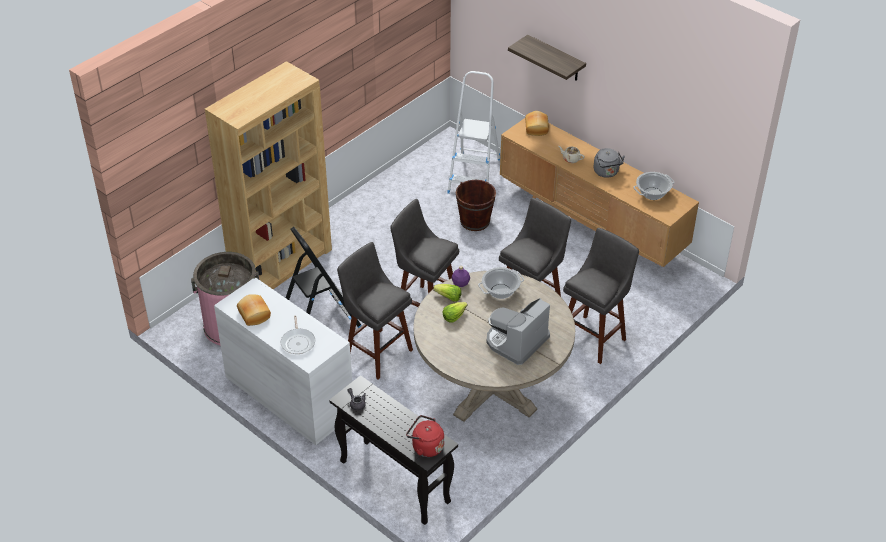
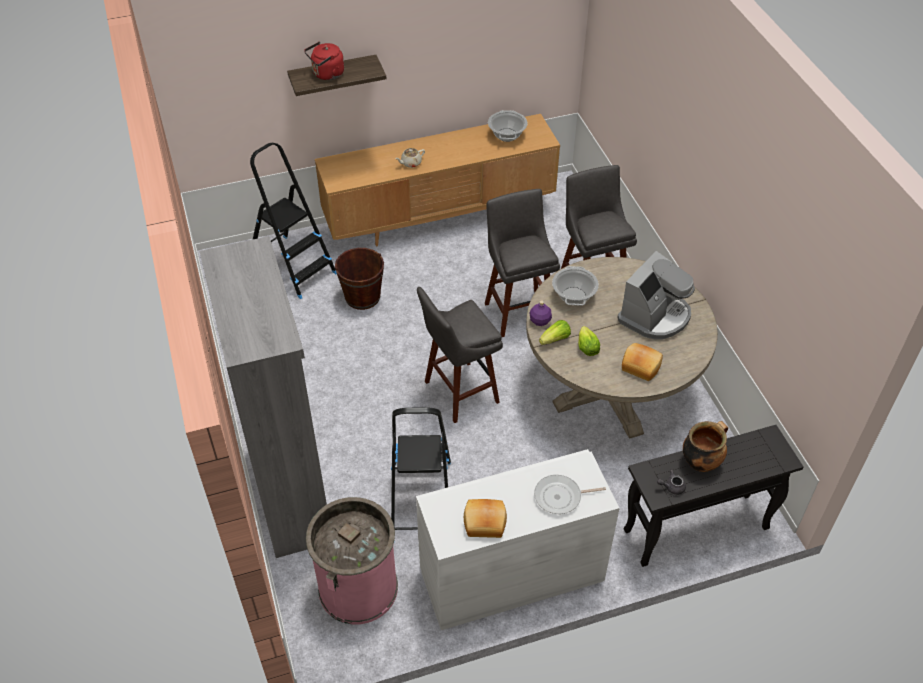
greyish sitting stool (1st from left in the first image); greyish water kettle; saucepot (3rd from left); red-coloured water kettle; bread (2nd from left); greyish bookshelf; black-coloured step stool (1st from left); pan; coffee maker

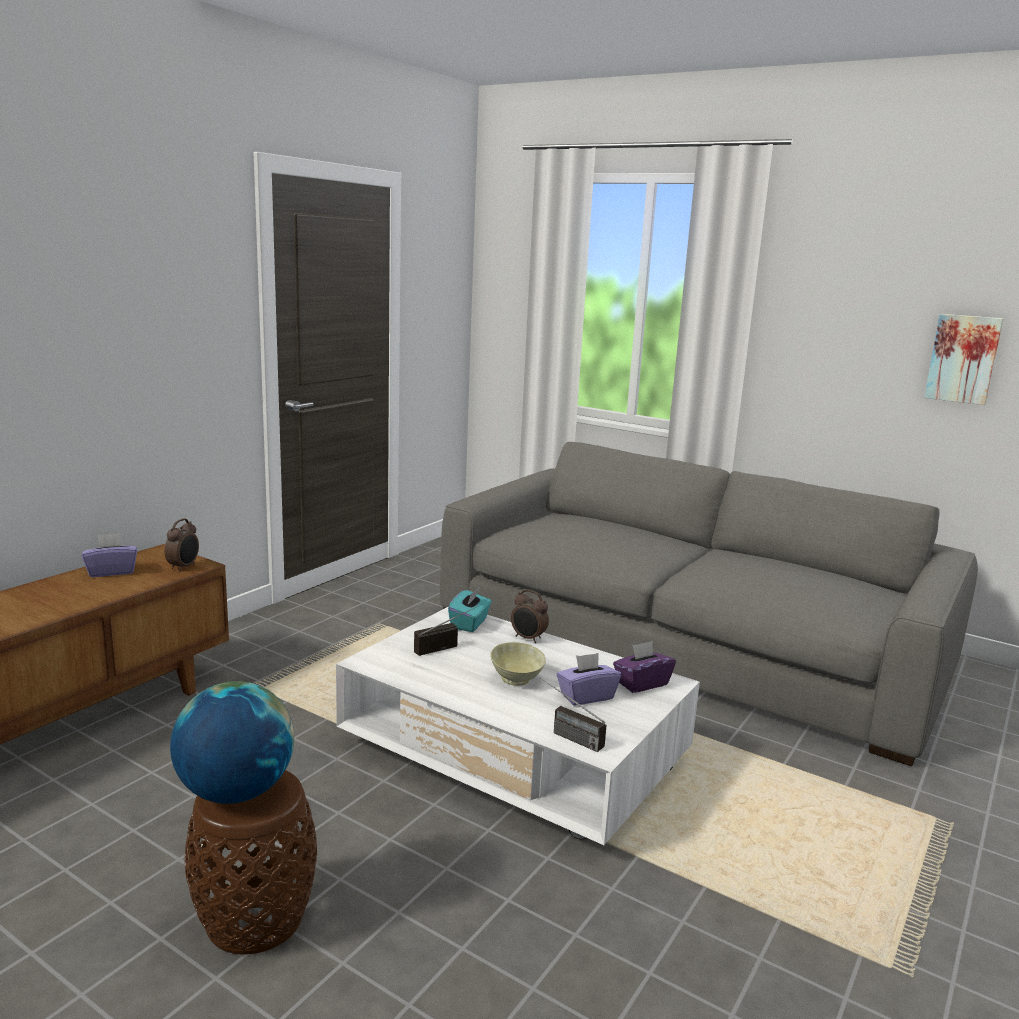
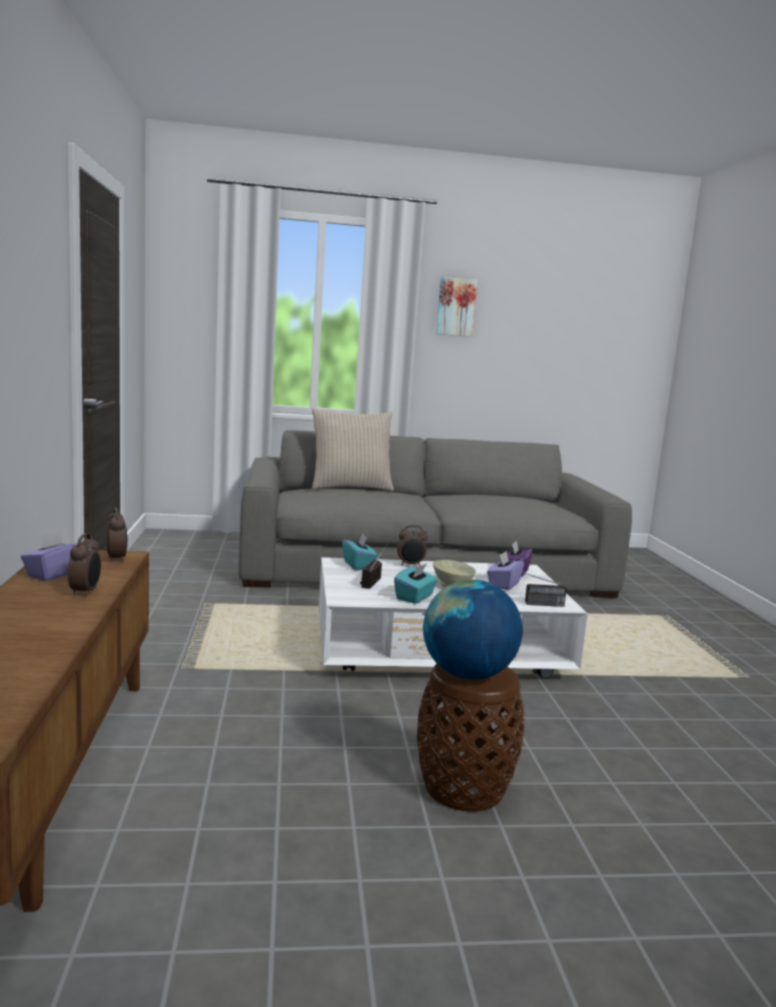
alarm clock (1st from left); beige-coloured cushion; turquoise-coloured tissue box (2nd from left); wall picture

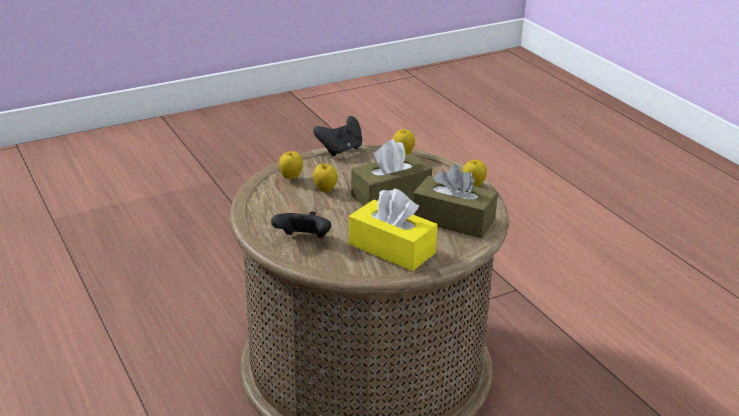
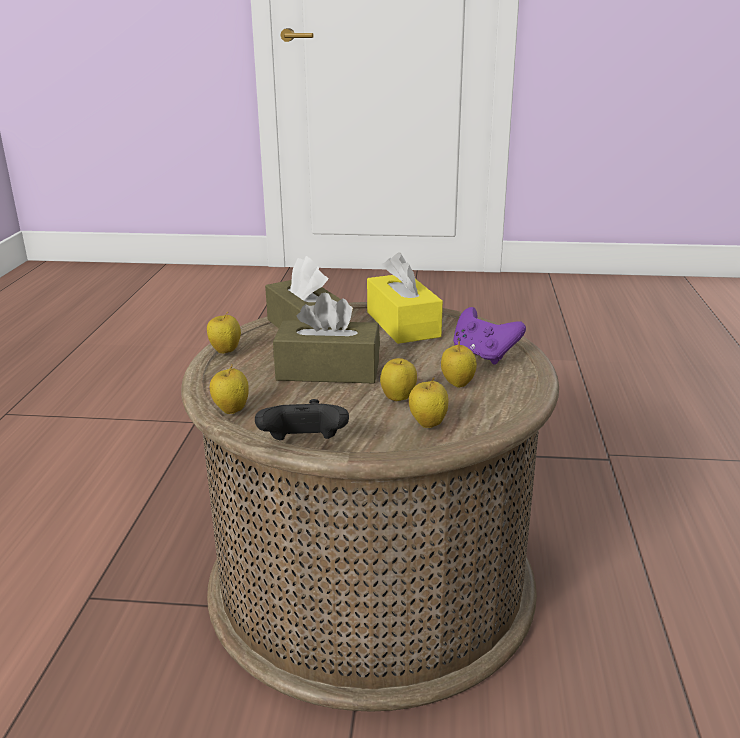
apple fruit (5th from left); purple game controller

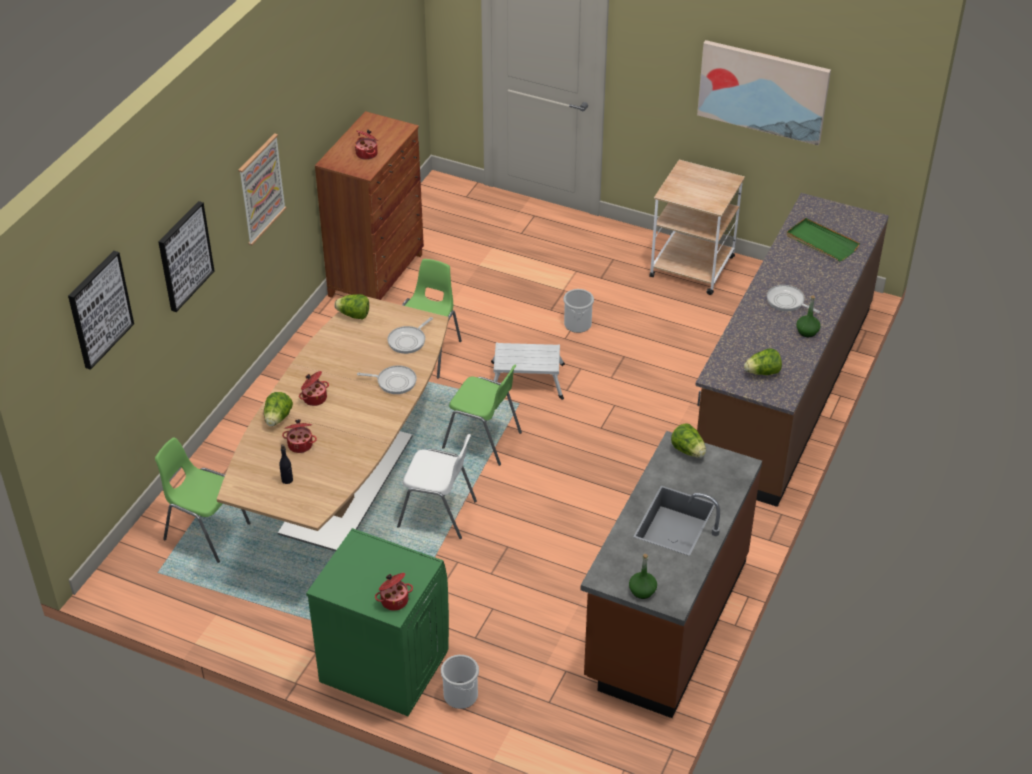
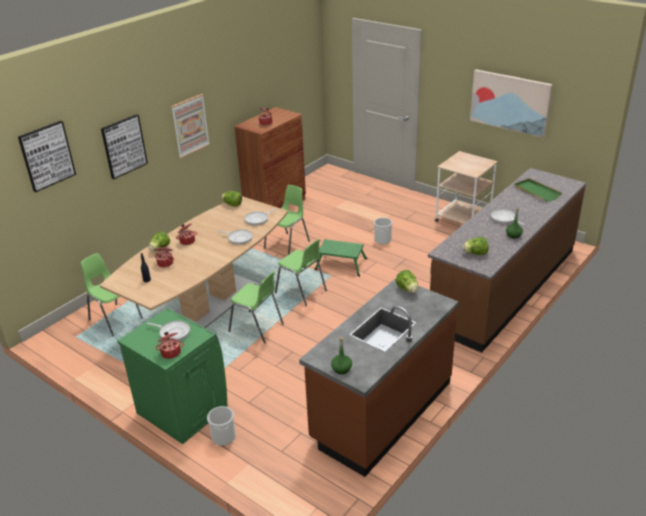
pan (1st from left); greenish upright chair (2nd from left); greenish step stool

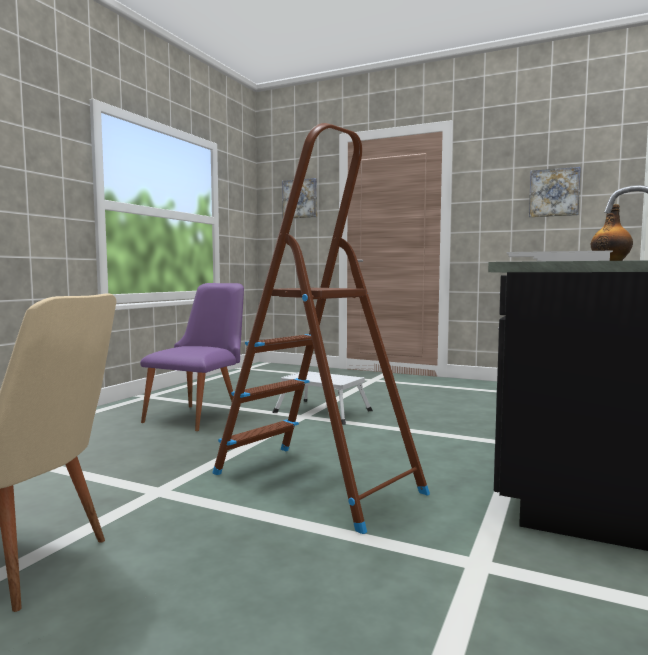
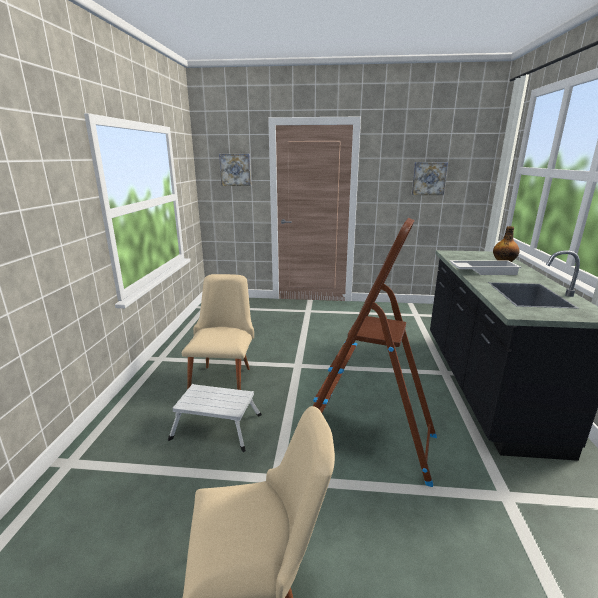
white-coloured step stool; beige-coloured upright chair (1st from left)

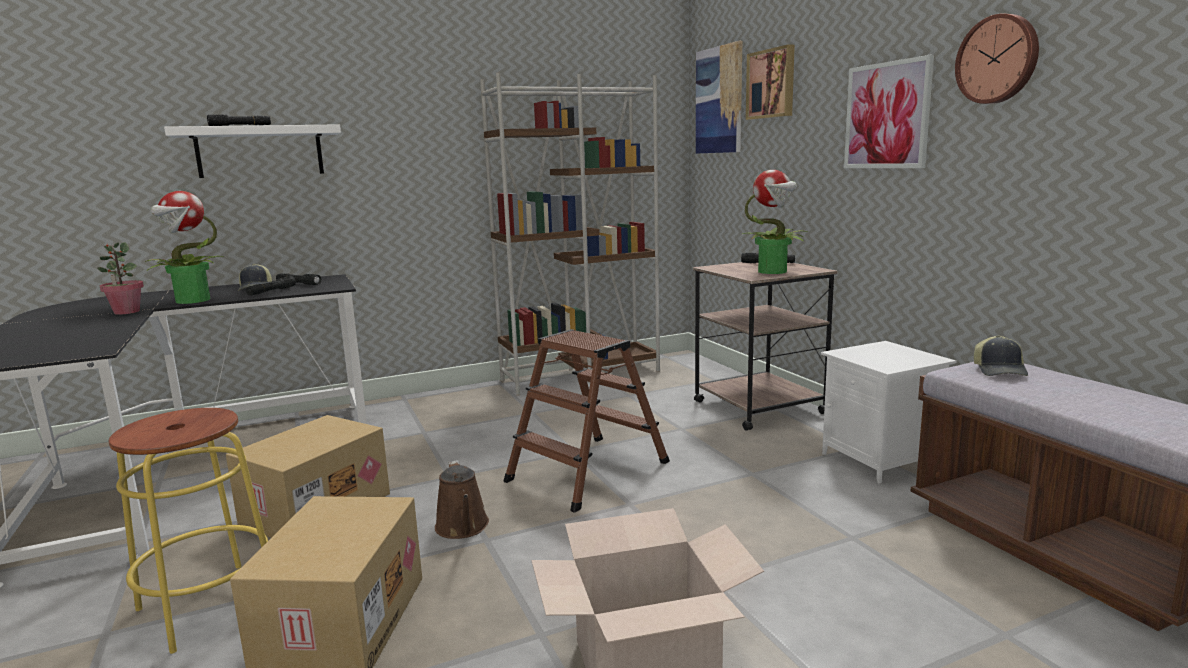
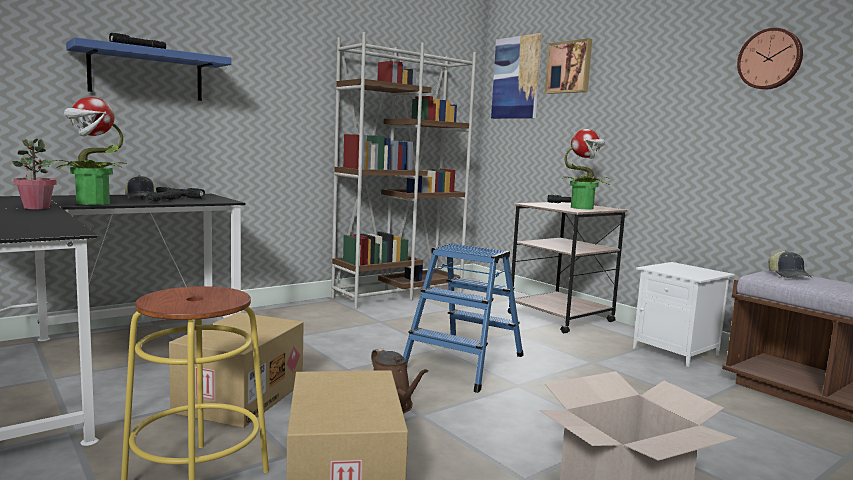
wall picture (3rd from left in the first image); blue-coloured shelf; blue-coloured step stool

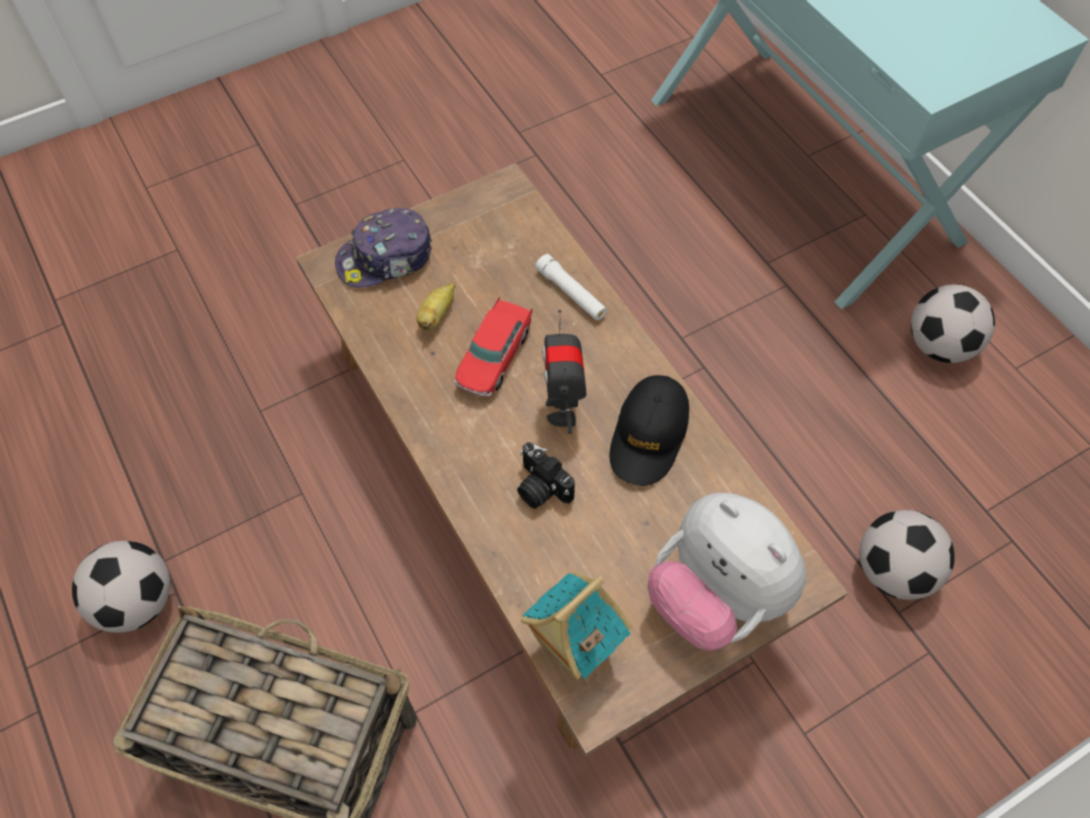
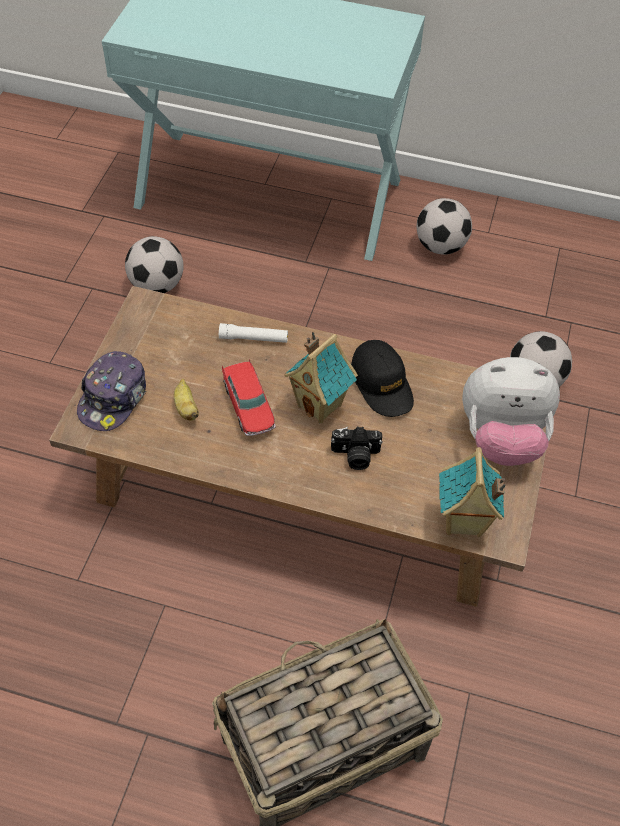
football ball (1st from left); model house (1st from left)

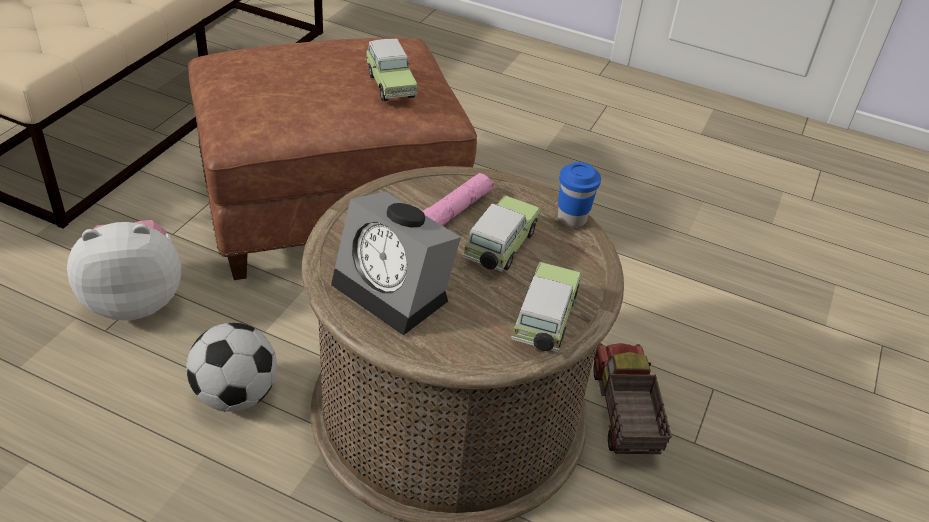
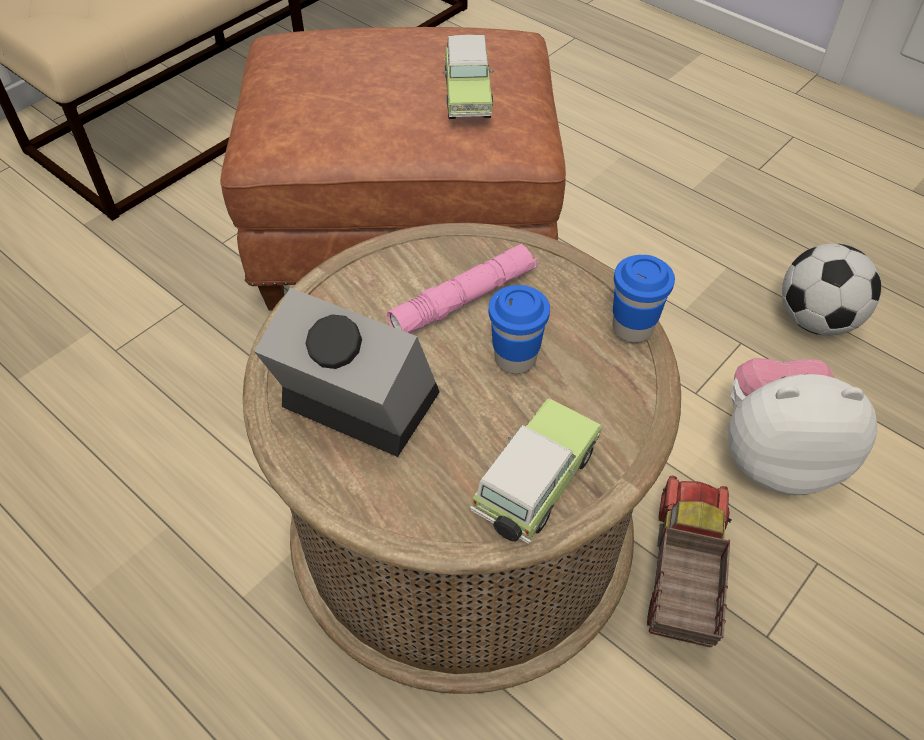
soft toy; football ball; blue-coloured small cup (1st from left); alarm clock

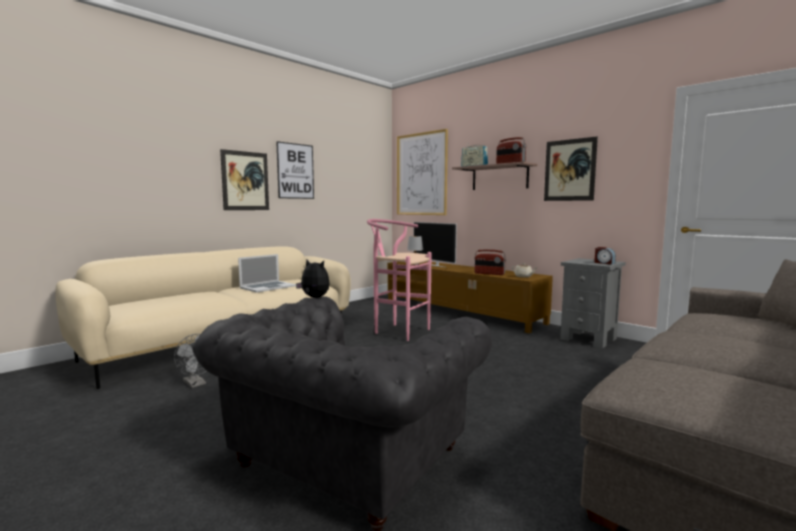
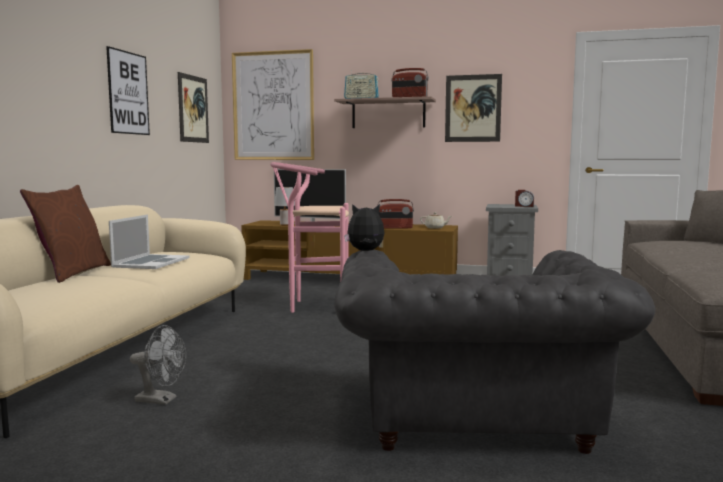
brownish cushion; wall picture (2nd from left)

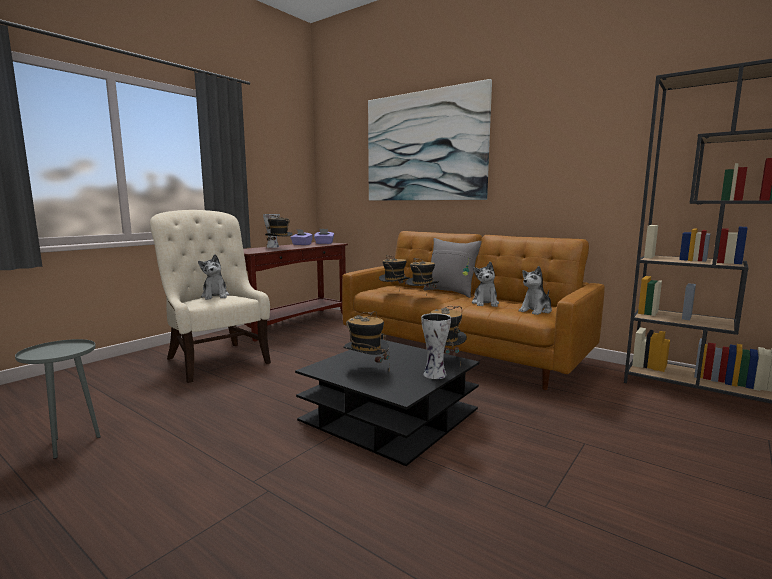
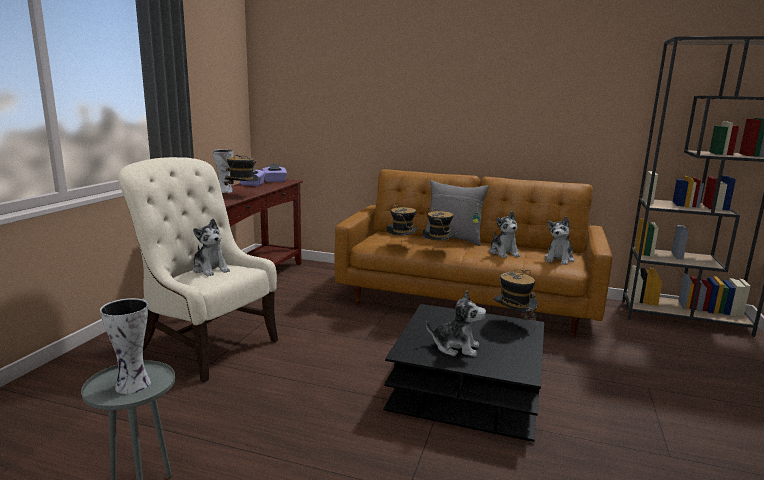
wall picture; decorative vase (1st from left); soft toy (2nd from left)

